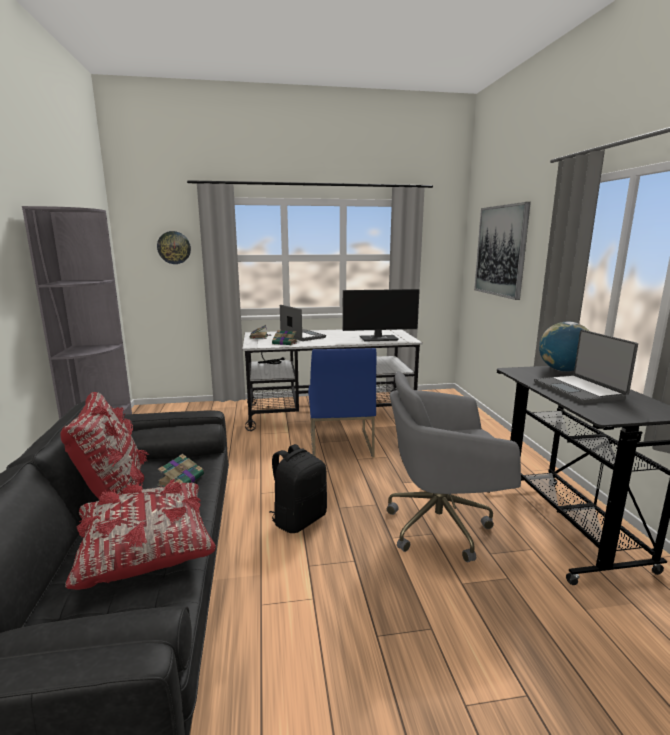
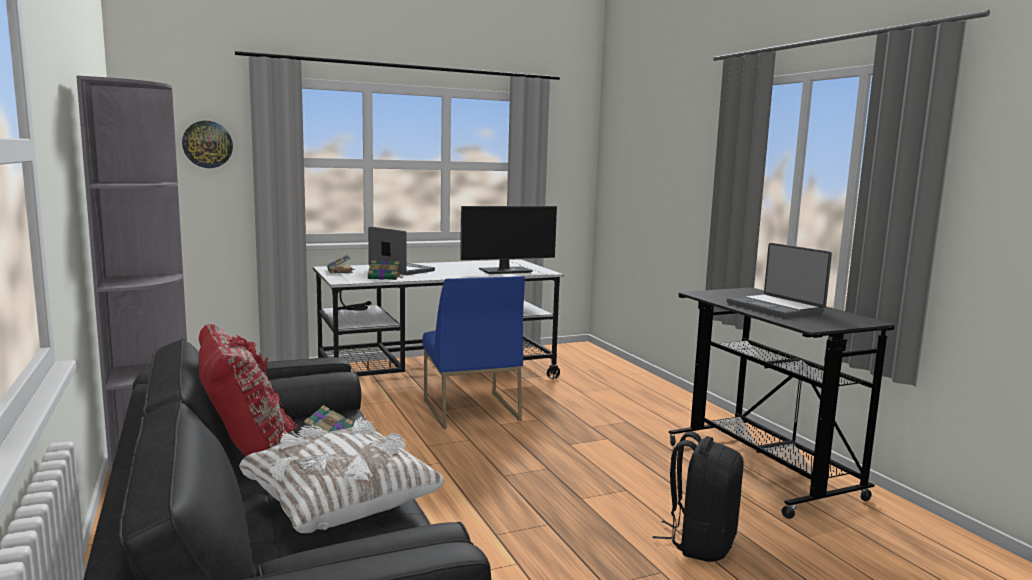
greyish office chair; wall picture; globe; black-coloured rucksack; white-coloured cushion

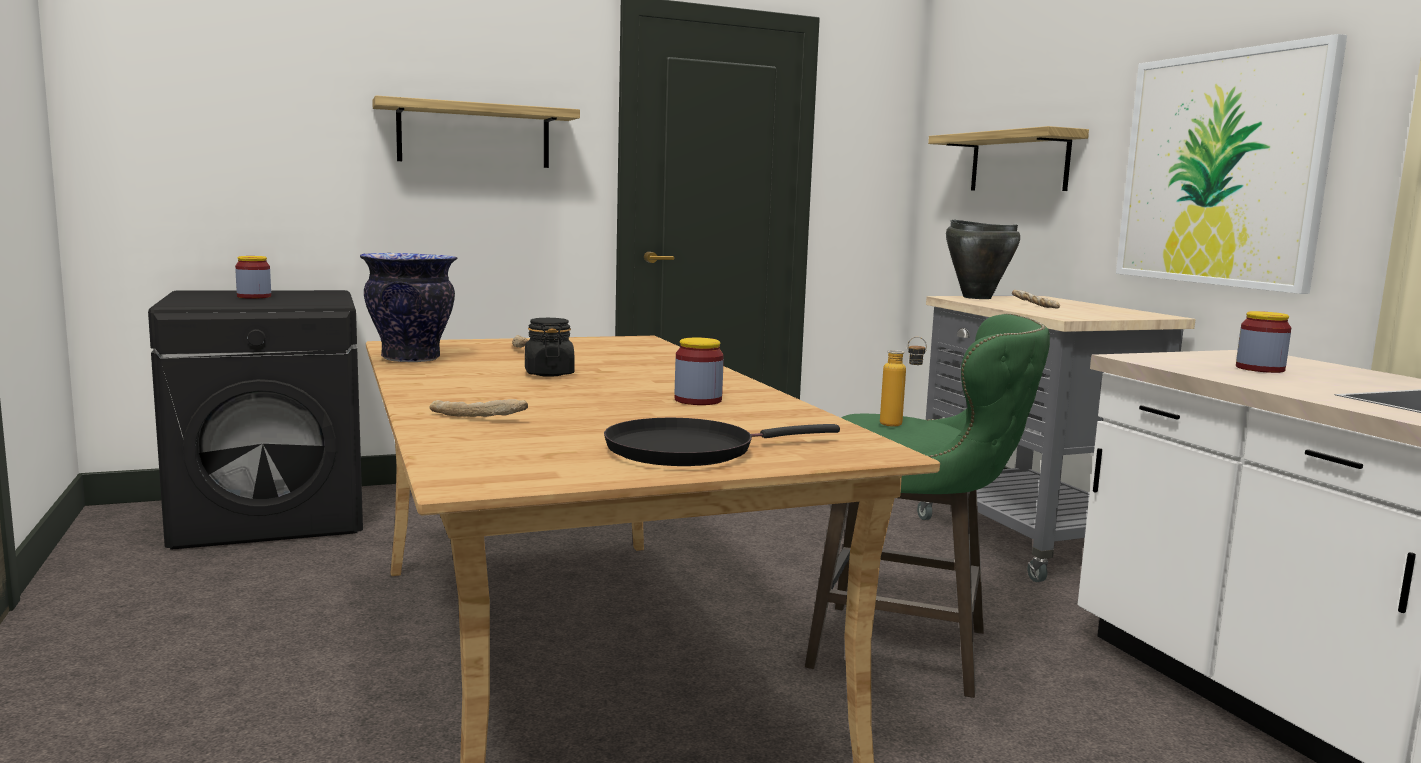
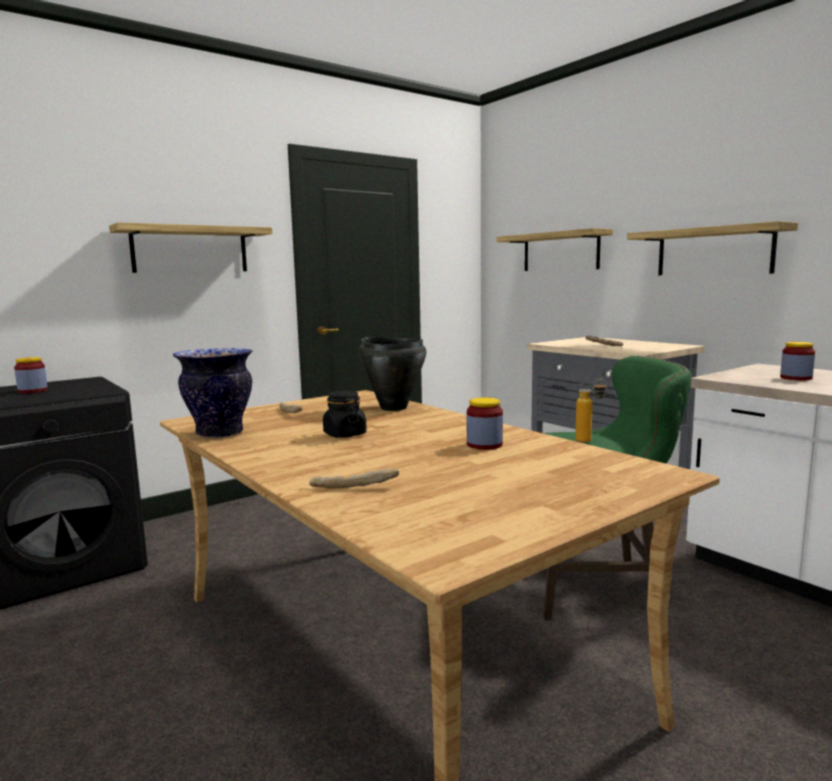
black-coloured pan; black-coloured saucepot; shelf (3rd from left)

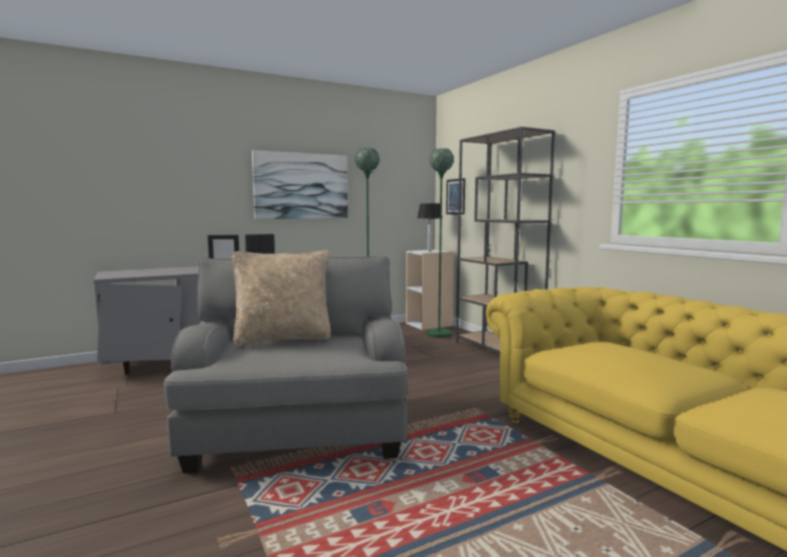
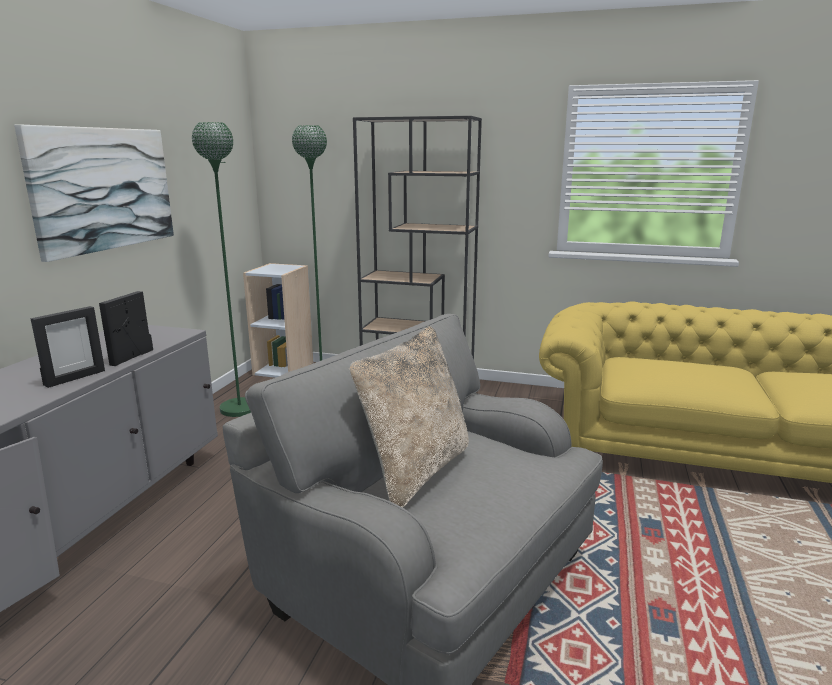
lamp for a table; wall picture (2nd from left in the first image)

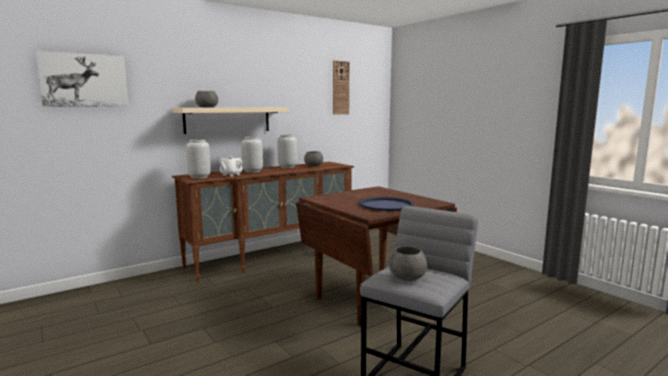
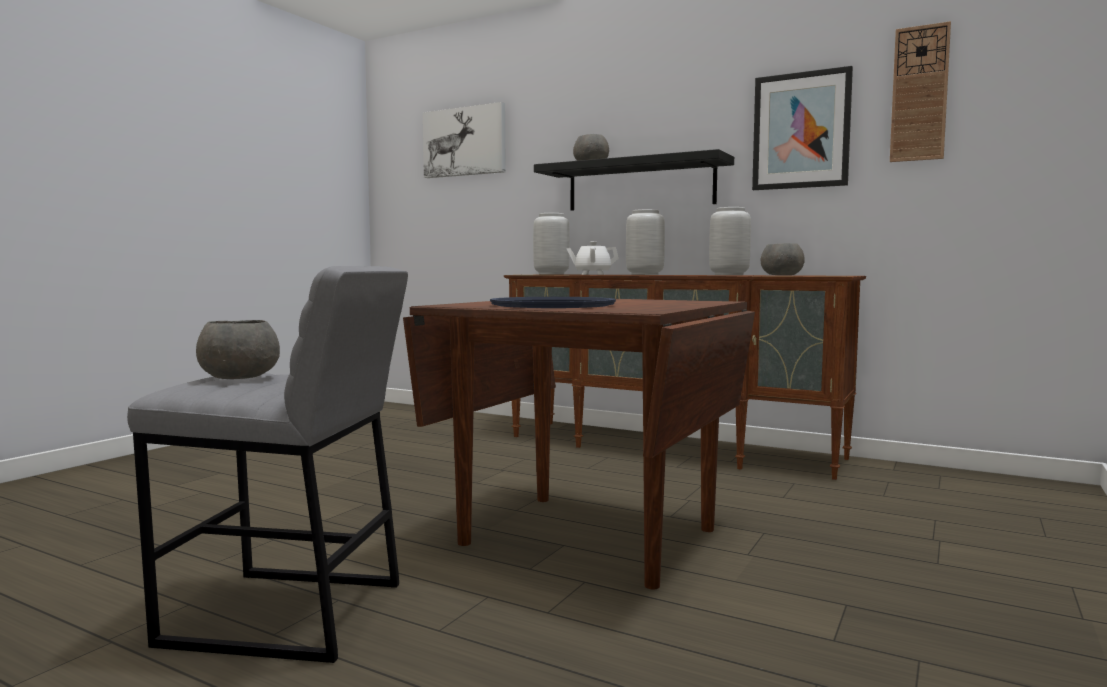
wall picture (2nd from left); black-coloured shelf

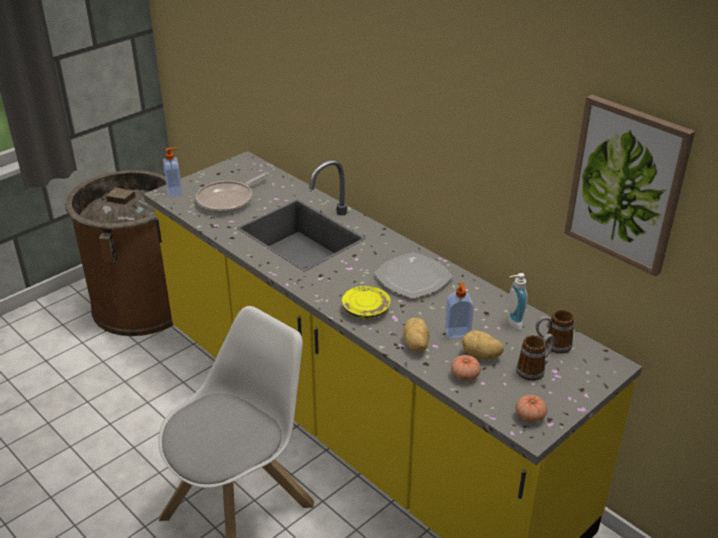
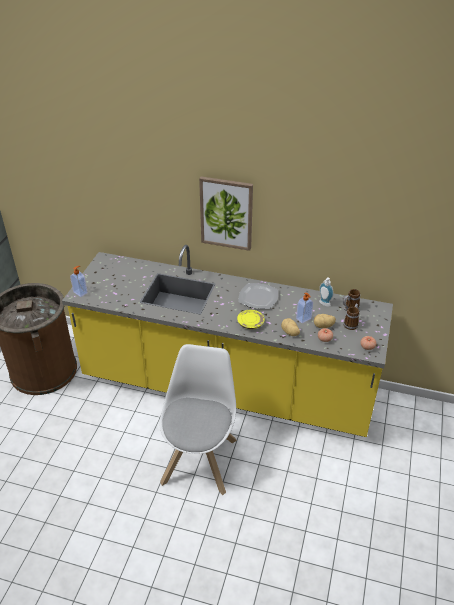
pan; wall picture

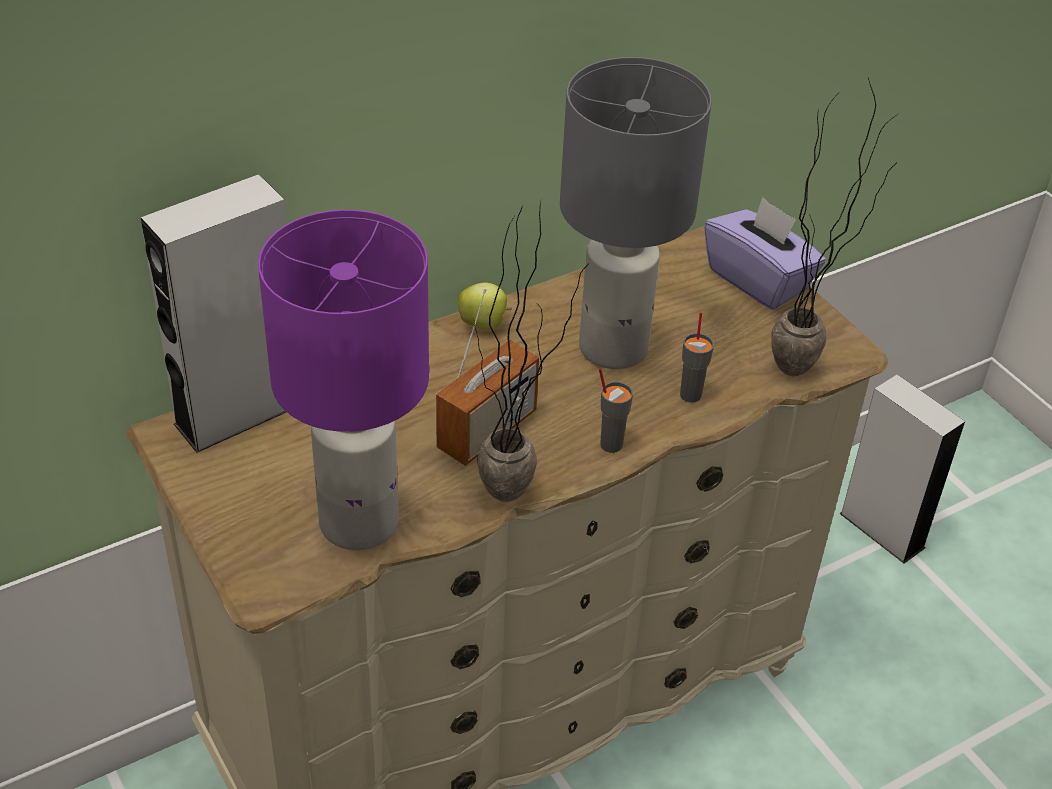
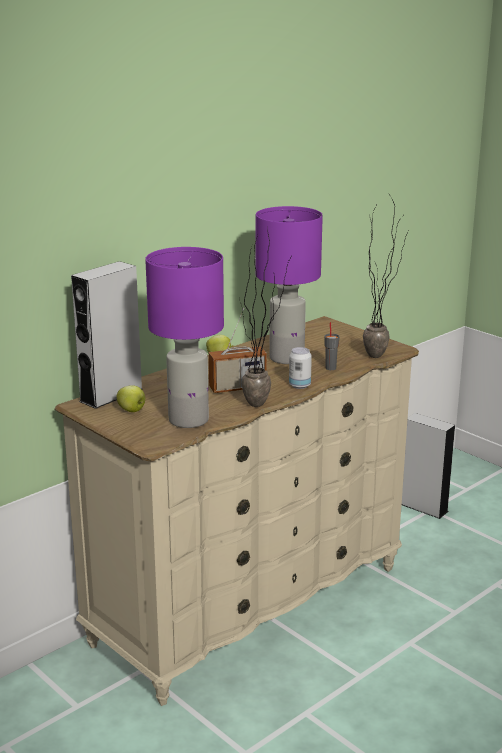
purple tissue box; apple fruit (1st from left); sealed can; purple lamp for a table (2nd from left); radio

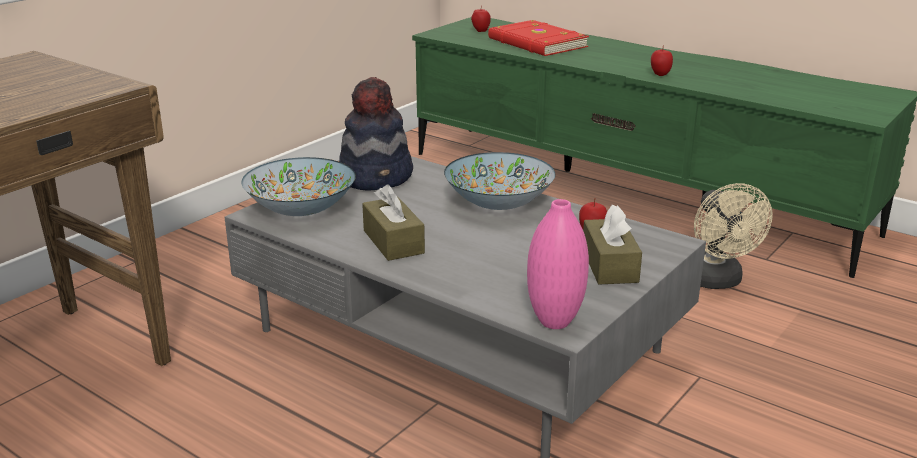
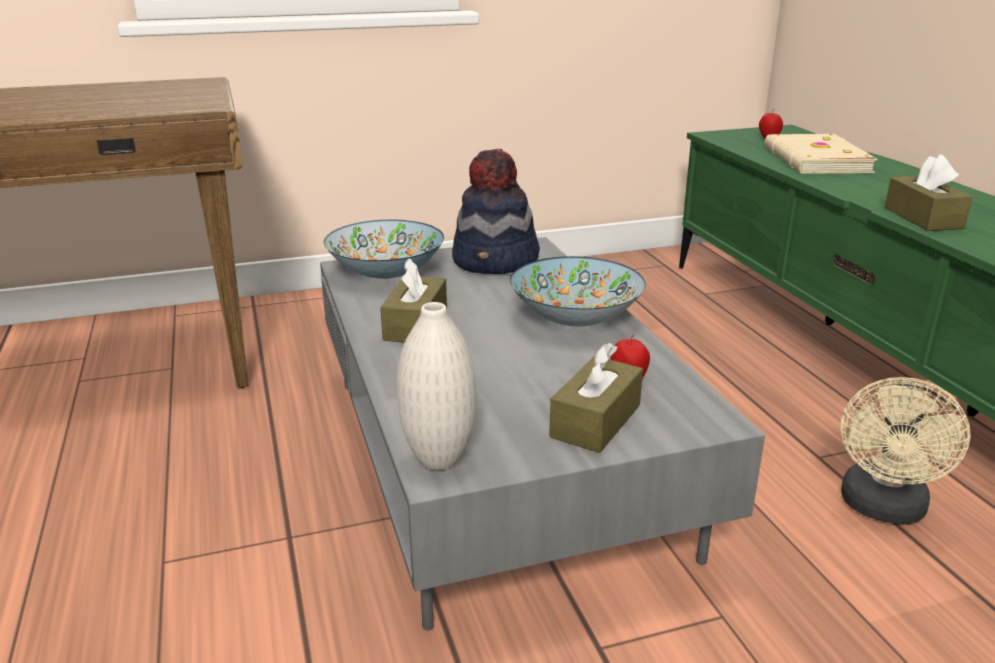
brownish tissue box (3rd from left); beige-coloured volume; white-coloured decorative vase

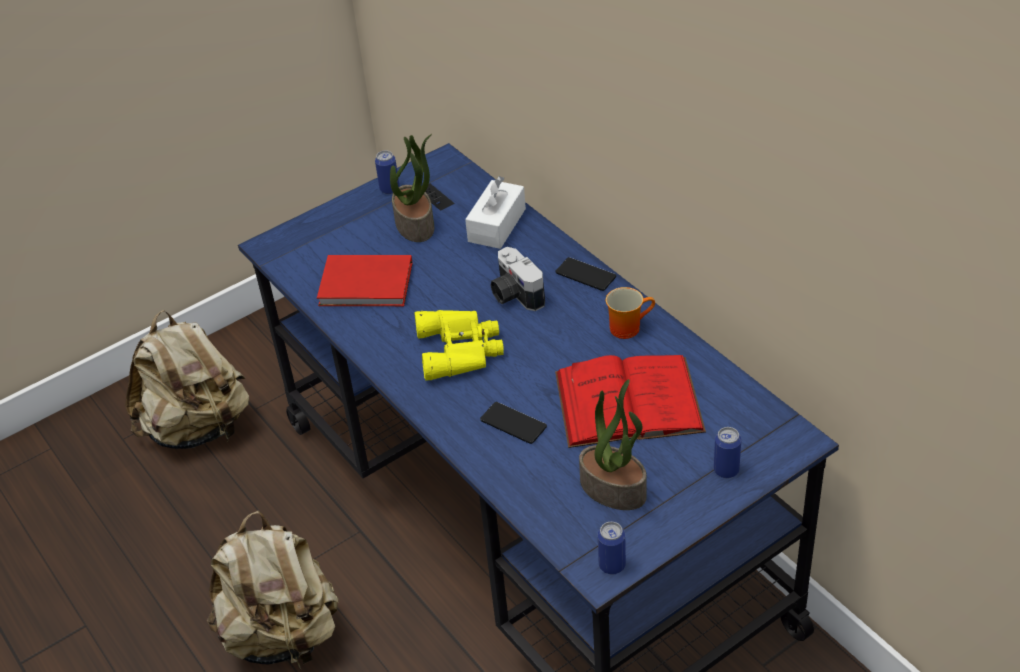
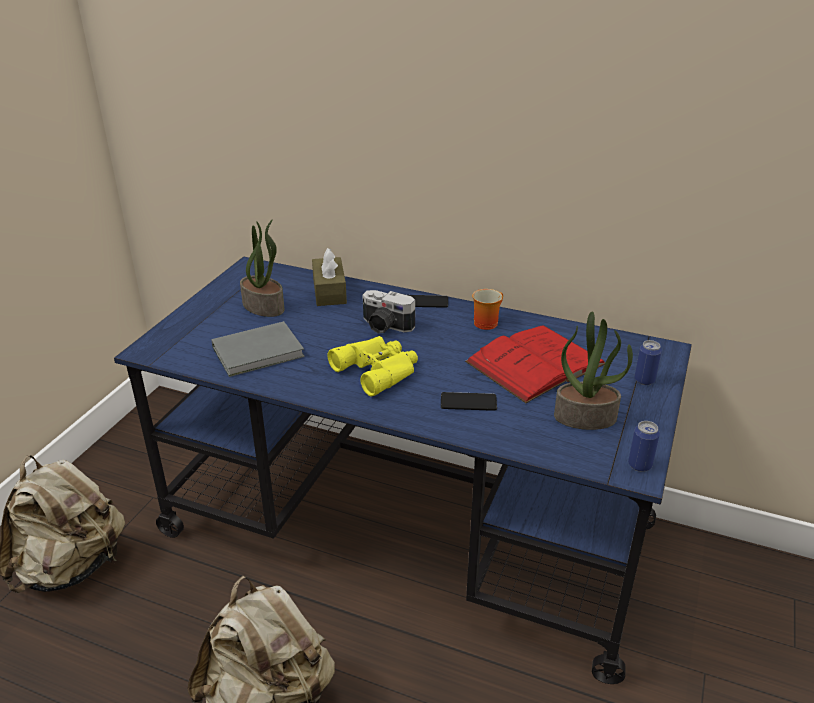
sealed can (1st from left in the first image); greyish volume; brownish tissue box

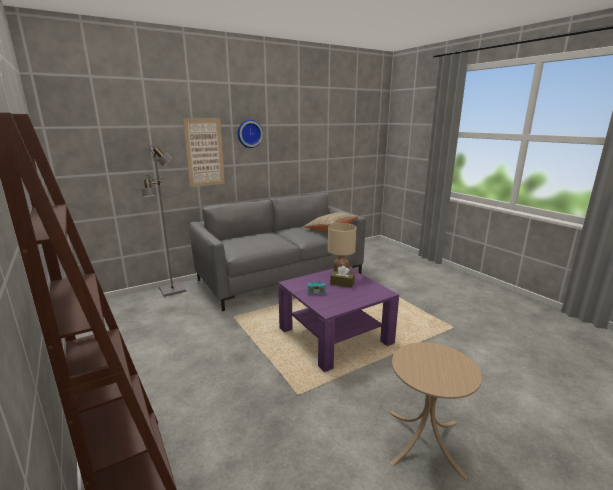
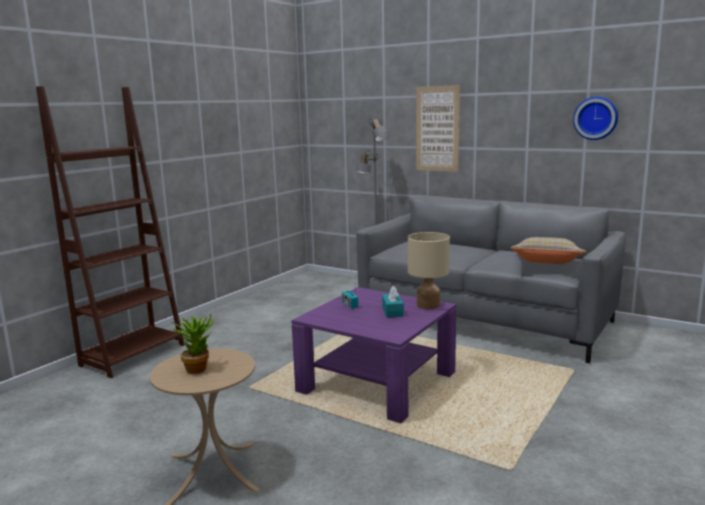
potted plant; wall clock; turquoise-coloured tissue box

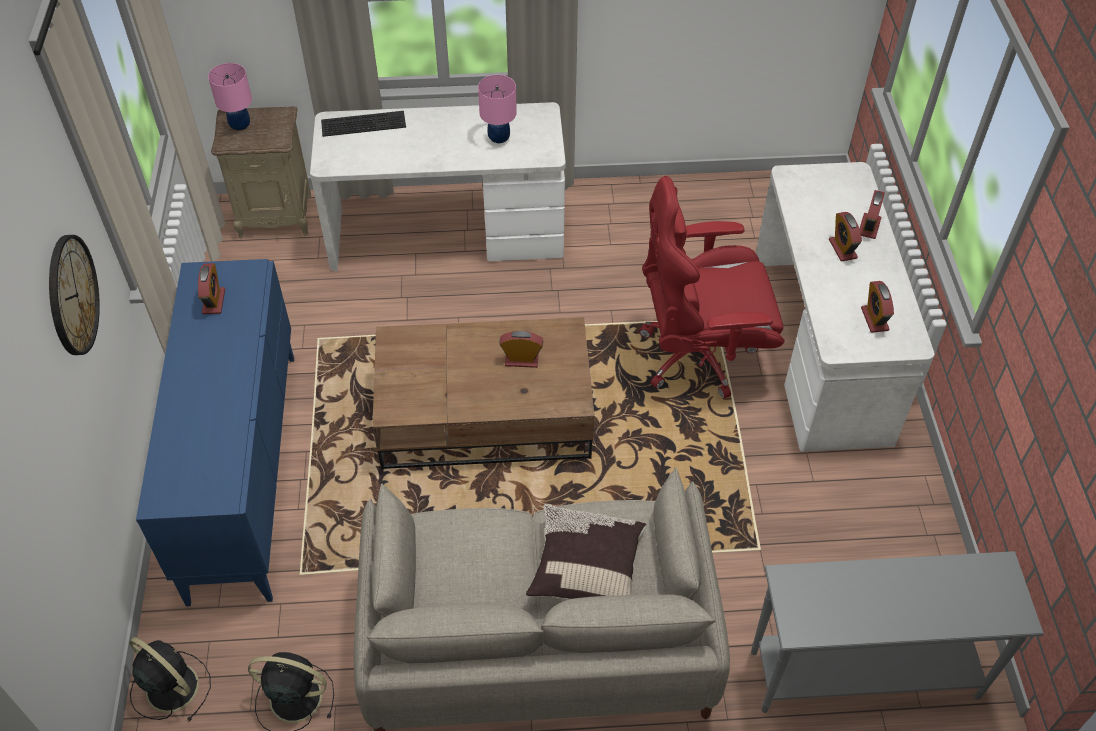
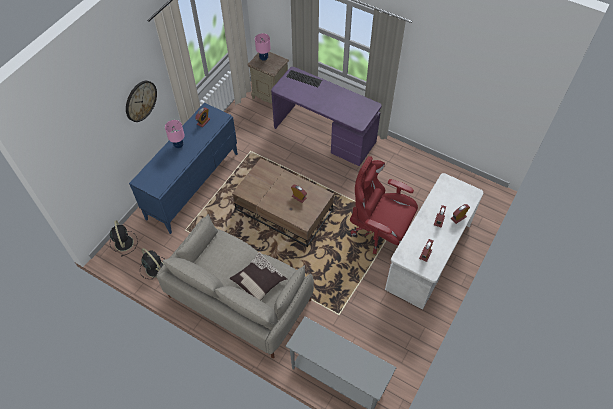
pink lamp for a table (1st from left); purple desk table

